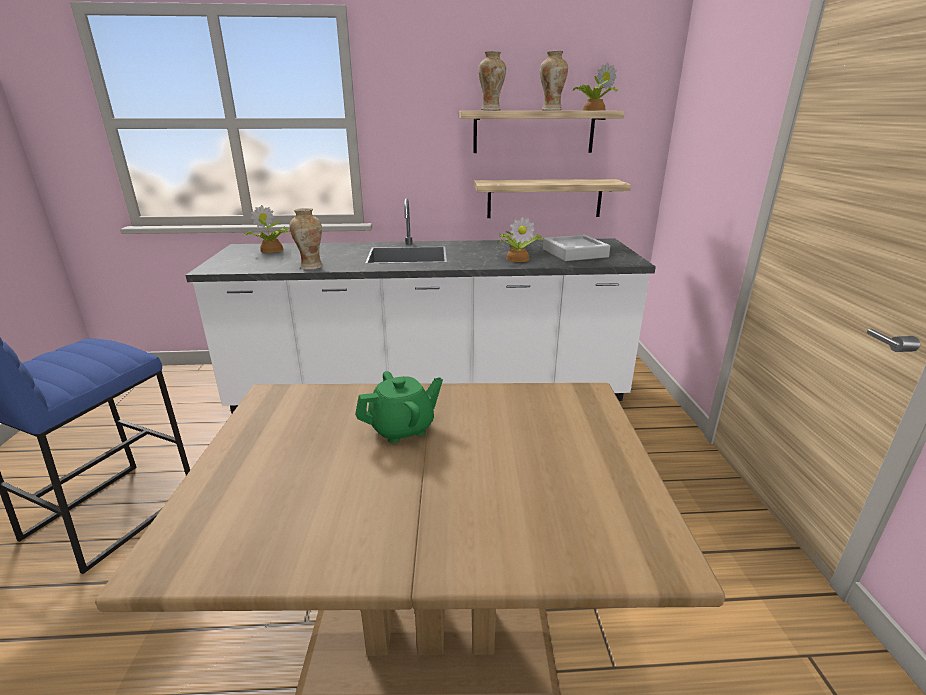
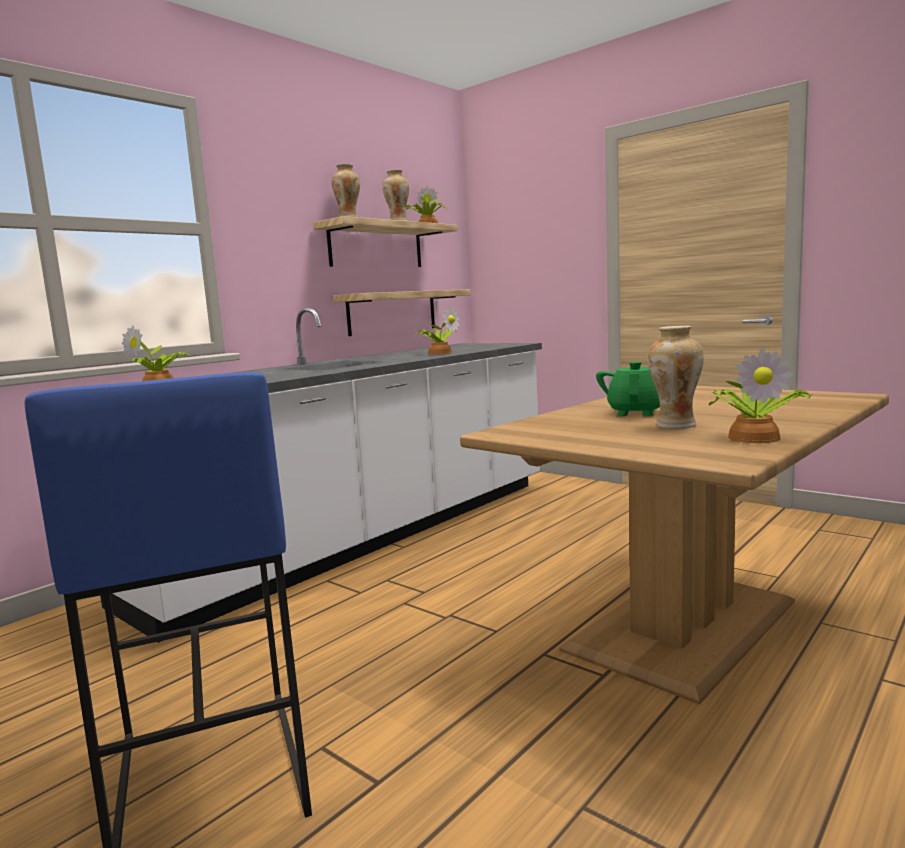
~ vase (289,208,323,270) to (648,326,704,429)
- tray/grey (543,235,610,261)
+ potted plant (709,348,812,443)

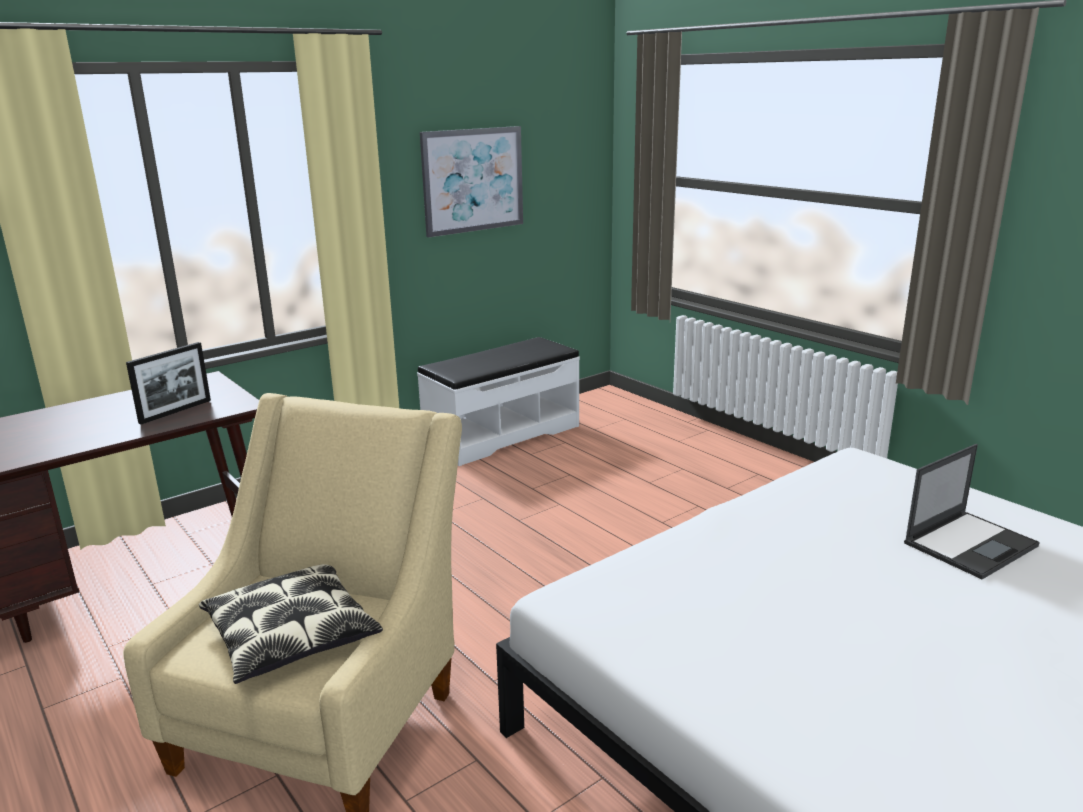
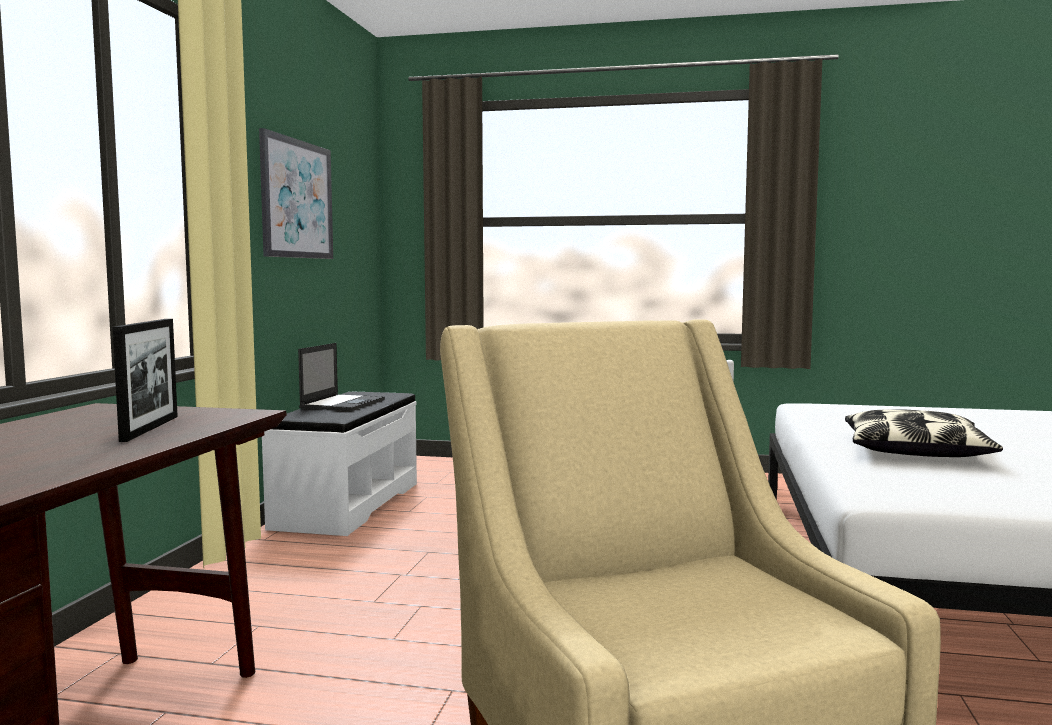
~ pillow (199,564,383,684) to (845,409,1003,457)
~ laptop (904,444,1040,579) to (298,343,385,411)

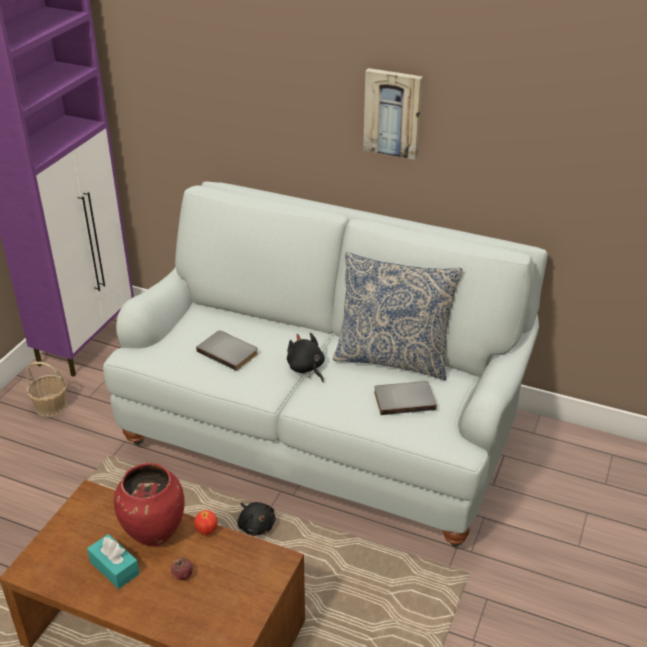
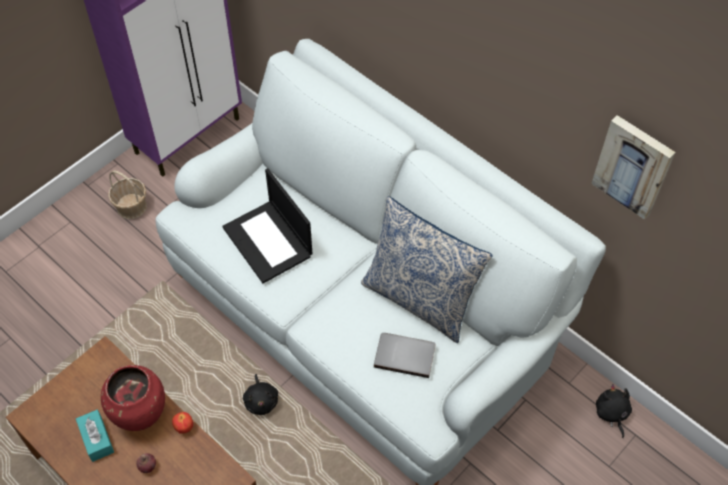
~ book/grey (196,331,258,371) to laptop (222,168,313,283)
~ plush toy/black (287,333,325,382) to (596,384,632,438)
~ picture (363,68,423,160) to (591,115,675,220)

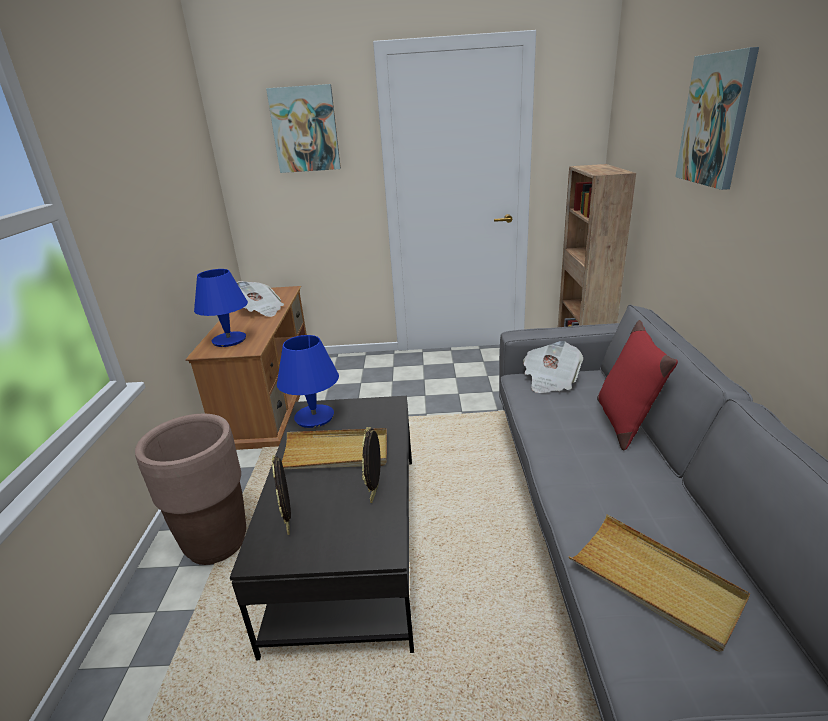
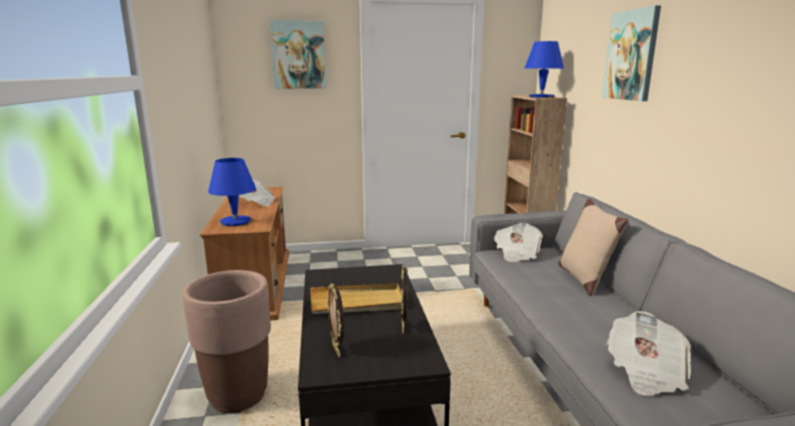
~ table lamp/blue (277,335,339,428) to (525,41,564,98)
~ tray/beige (569,514,750,652) to newspaper (606,311,691,396)
~ pillow/red (597,320,678,451) to pillow/beige (559,198,629,296)

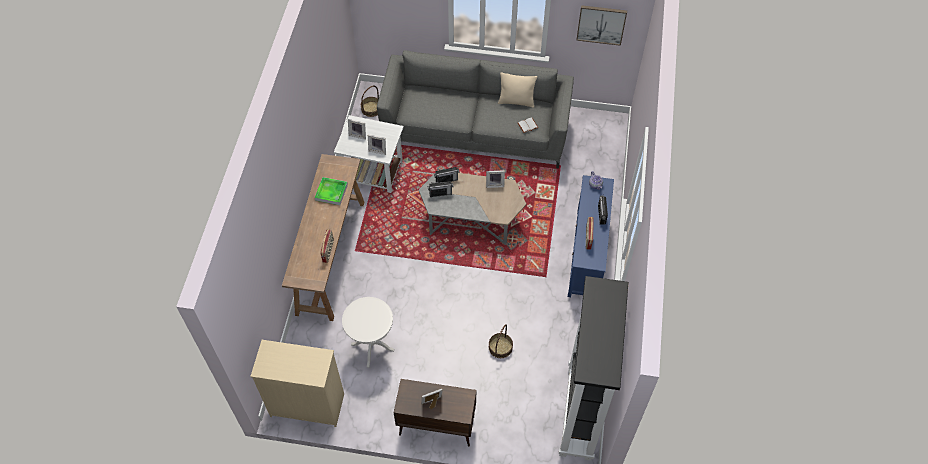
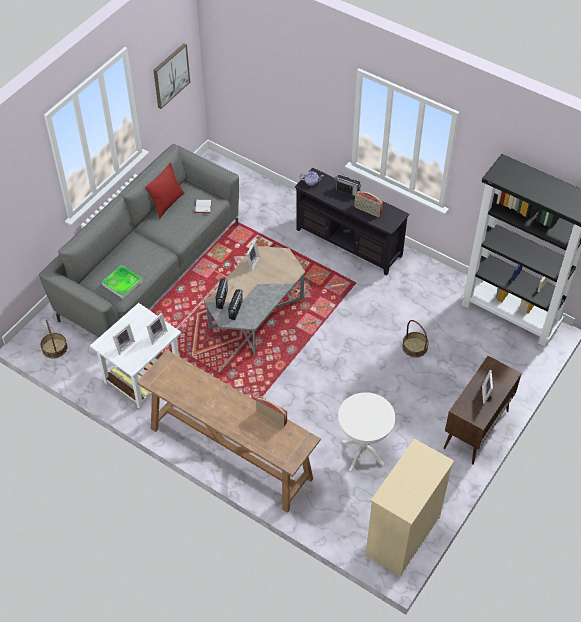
~ tray (315,177,348,205) to (102,265,143,299)
~ pillow/beige (498,72,537,108) to pillow/red (145,162,185,219)
~ tv stand/blue (568,175,614,297) to tv stand/black (295,168,410,276)

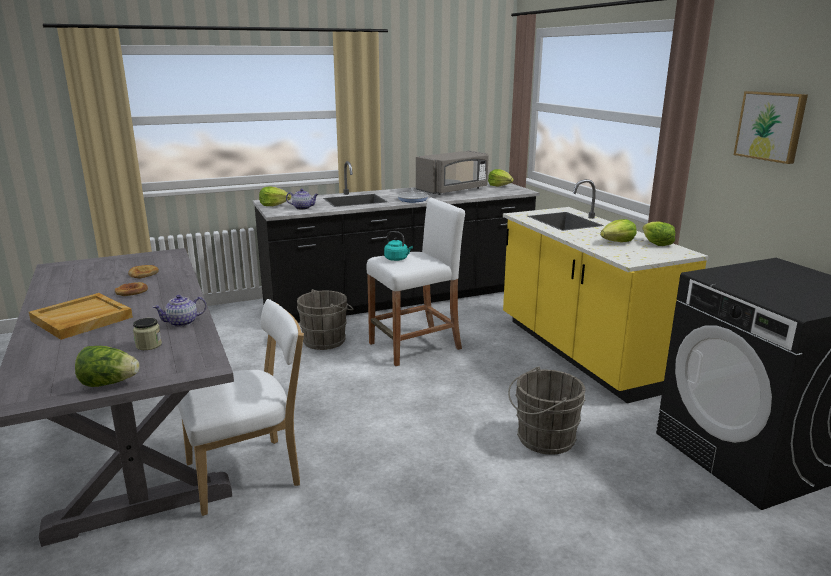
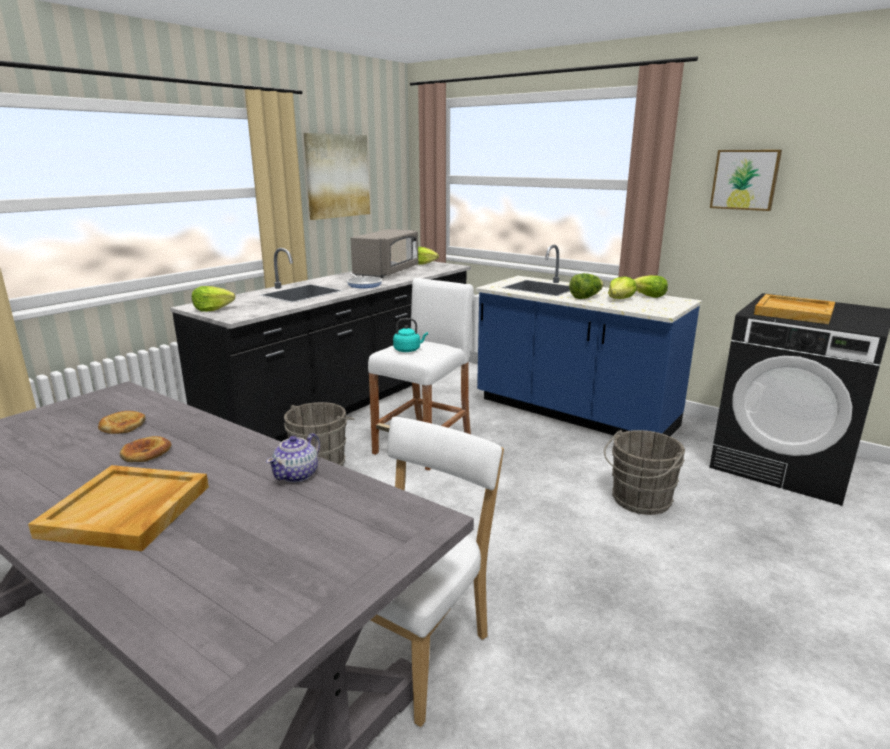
~ lettuce (75,346,140,387) to (569,273,603,299)
- jar (133,318,162,350)
- teapot (286,189,319,210)
~ counter/yellow (503,179,709,403) to counter/blue (475,245,702,437)
+ picture (304,133,370,220)
+ tray/beige (754,294,835,324)

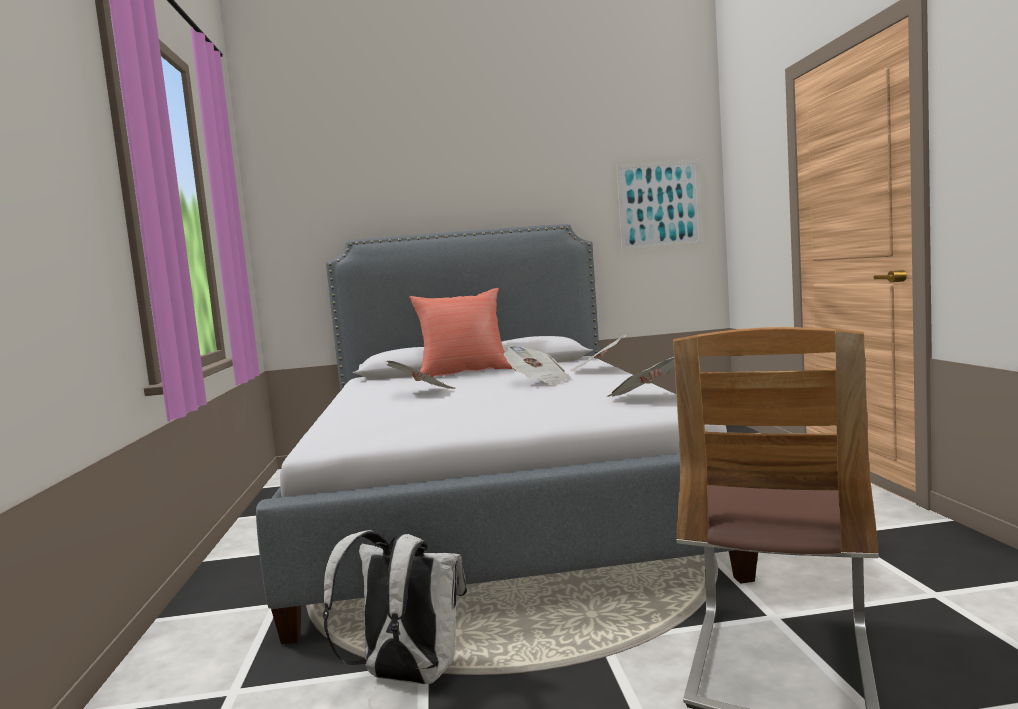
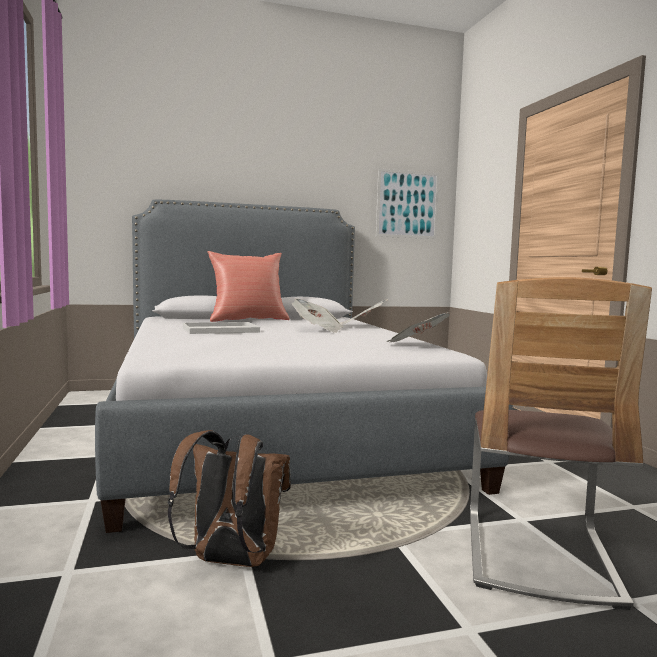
~ backpack/white (323,530,467,685) to backpack/brown (168,430,291,567)
~ newspaper (385,361,456,389) to tray/white (183,322,260,334)

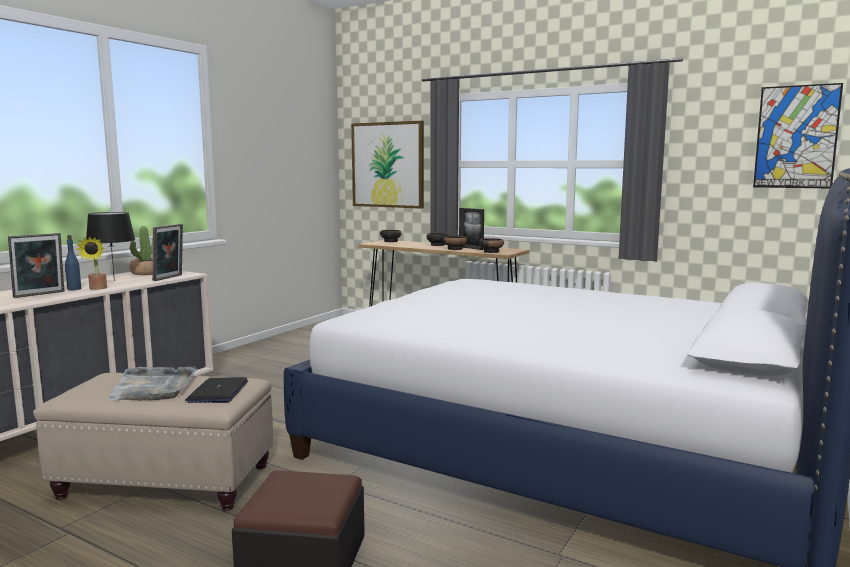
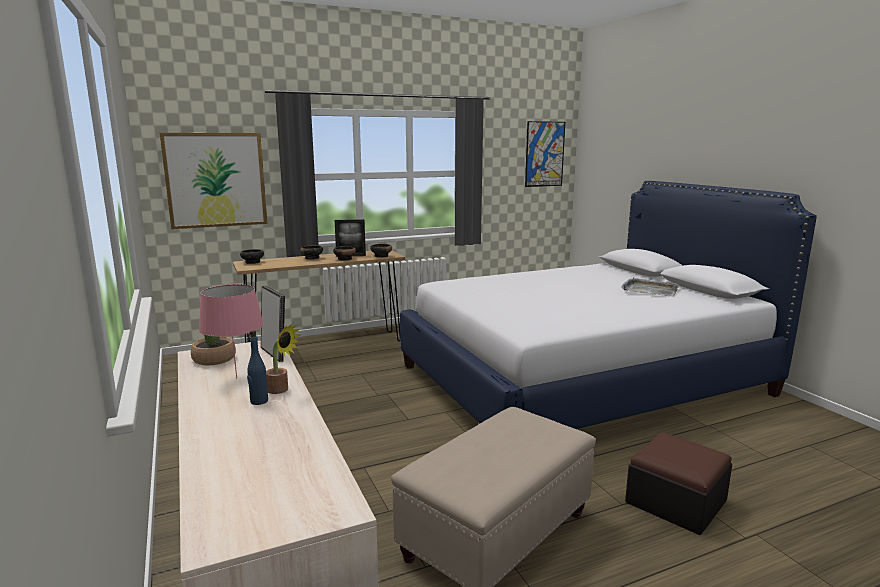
- picture frame (8,233,64,298)
~ table lamp/black (86,212,135,281) to table lamp/pink (199,284,264,378)
~ tray/grey (108,366,197,401) to (621,277,679,297)
- laptop (185,377,248,403)

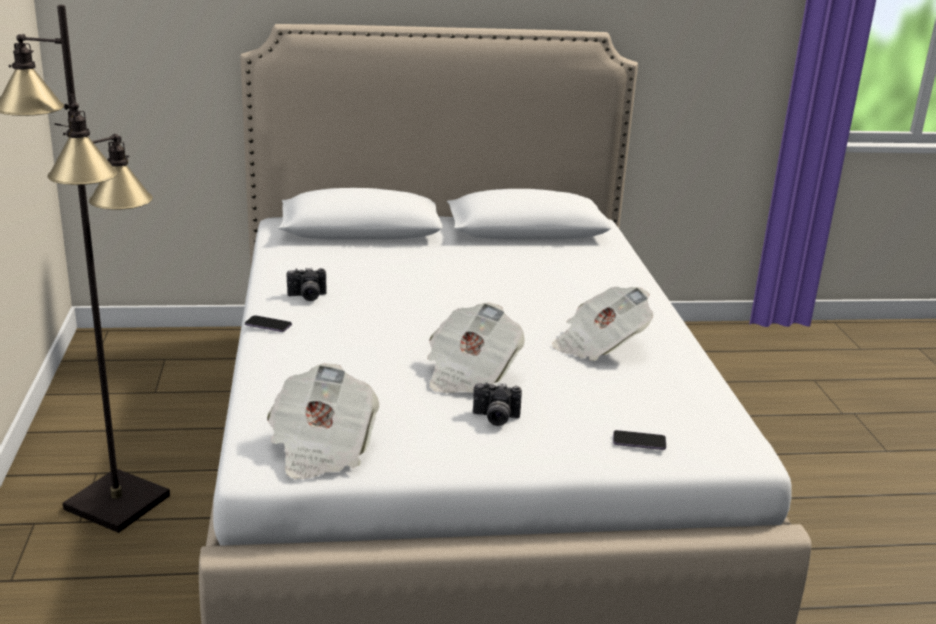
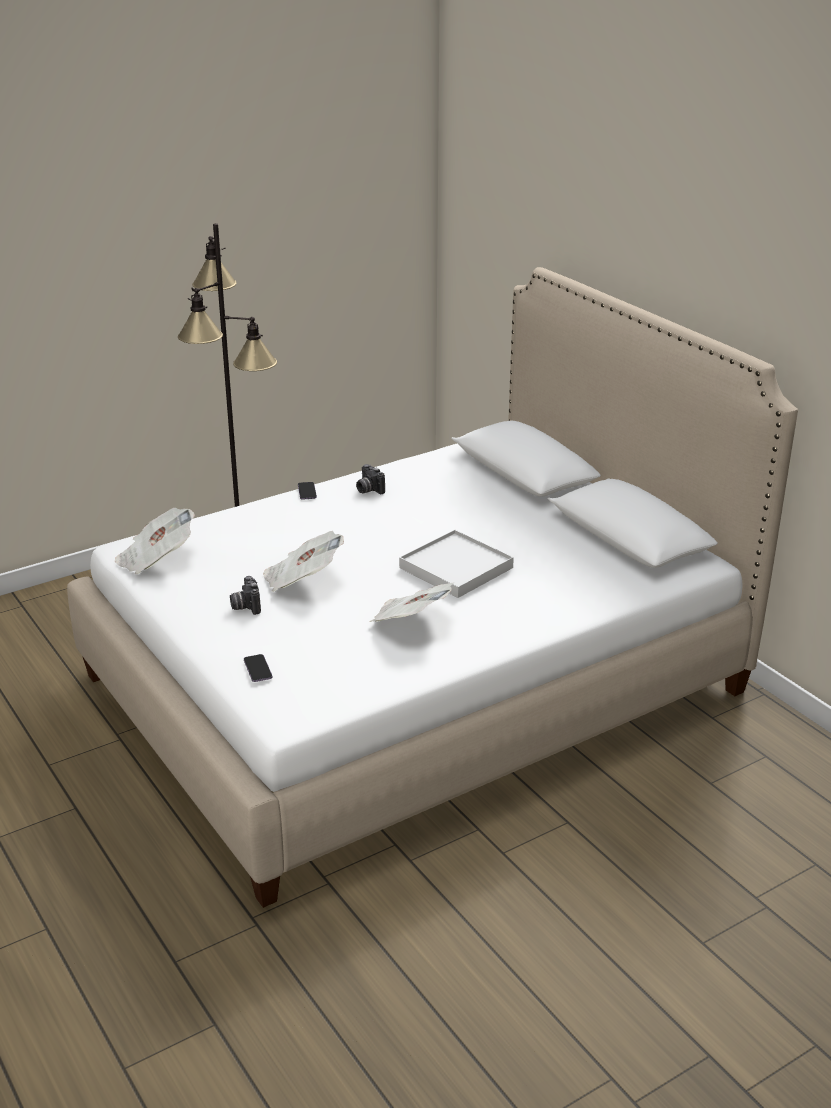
+ tray/white (399,530,514,598)

